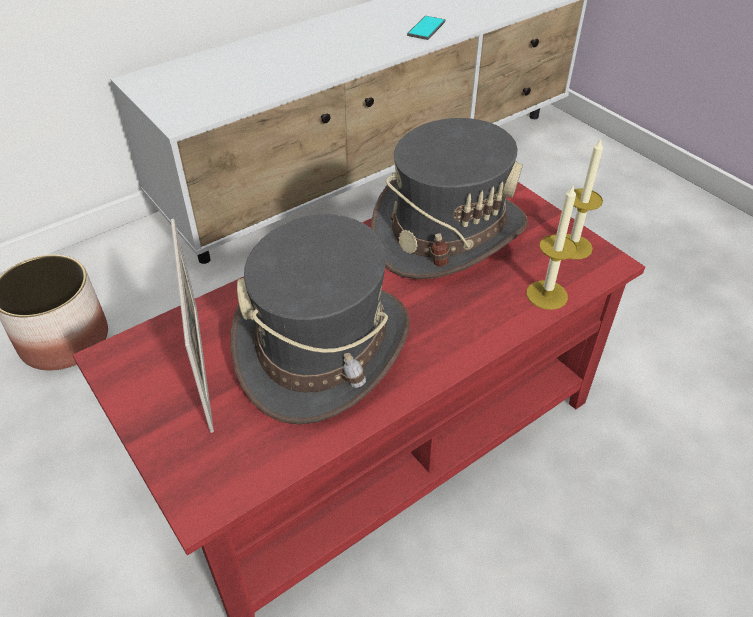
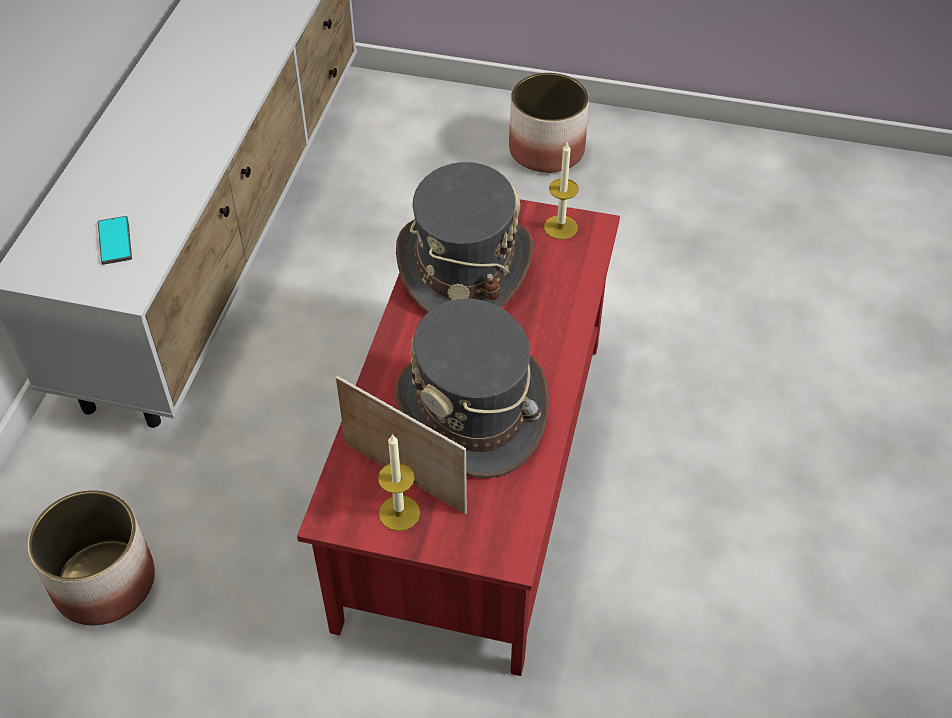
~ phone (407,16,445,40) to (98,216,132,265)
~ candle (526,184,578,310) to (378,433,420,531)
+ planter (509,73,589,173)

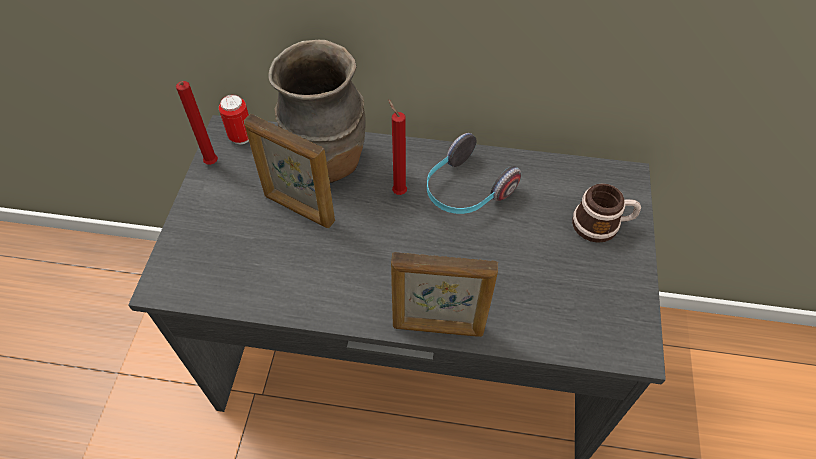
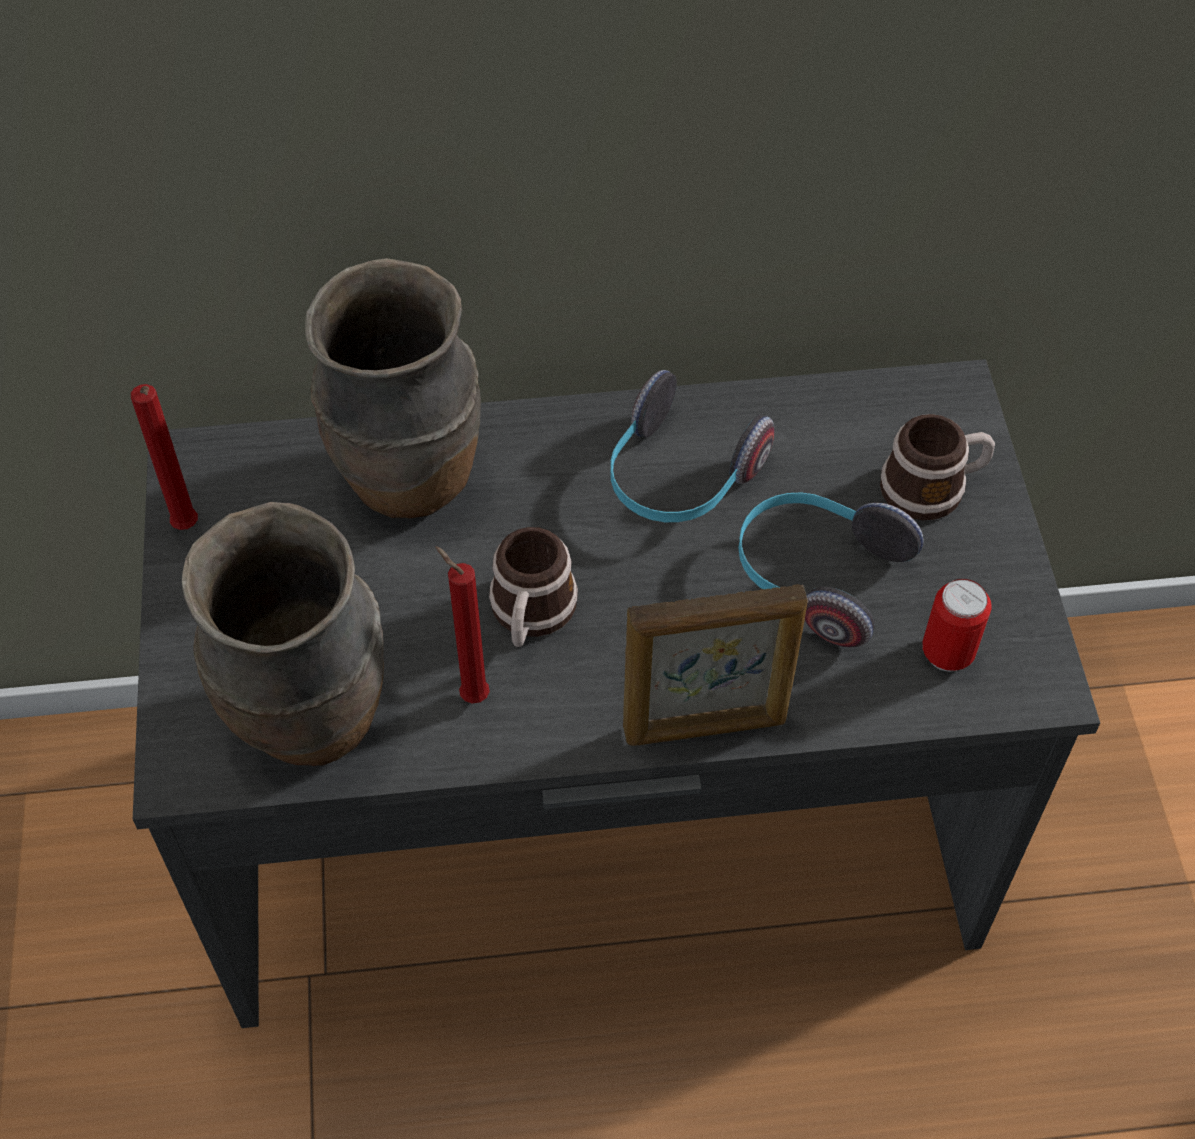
~ can (219,95,249,144) to (923,579,992,672)
- picture frame (244,114,335,228)
~ candle/red (388,99,407,195) to (435,546,490,703)
+ vase/brown (182,502,384,766)
+ mug (489,527,578,647)
+ headphones (739,492,924,647)

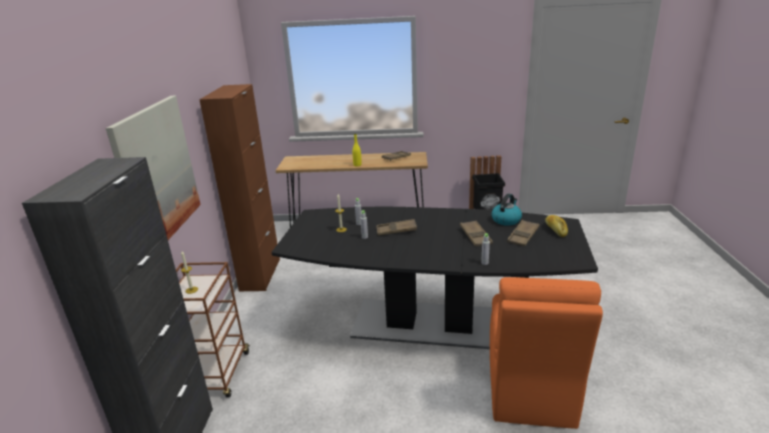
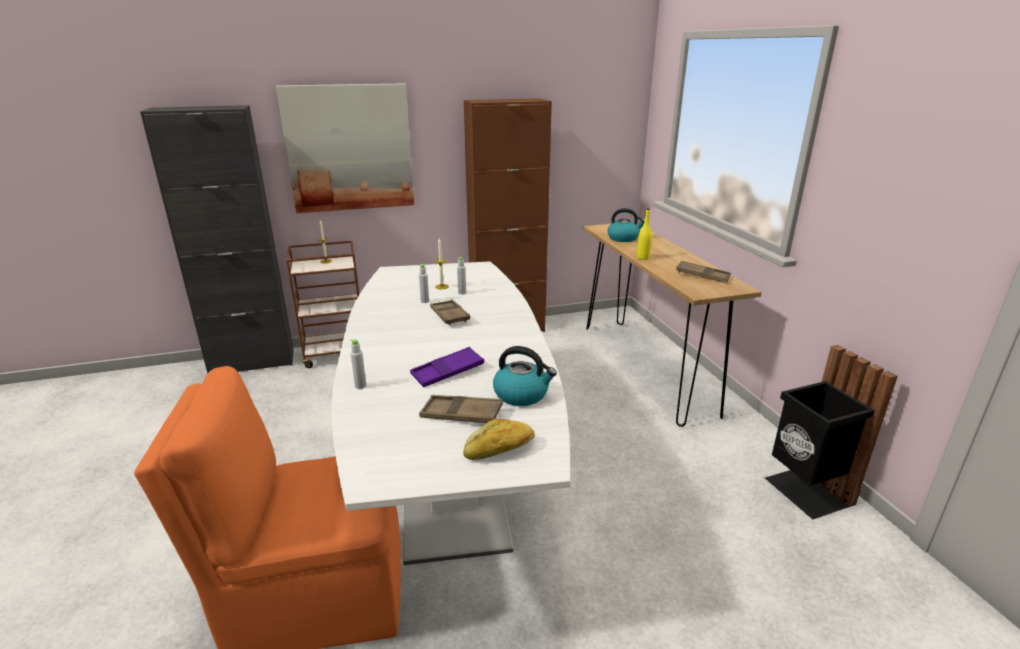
~ dining table/black (271,207,598,349) to dining table/white (332,261,570,565)
~ tray/brown (460,221,493,247) to tray/purple (410,347,484,387)
+ kettle (607,208,645,242)

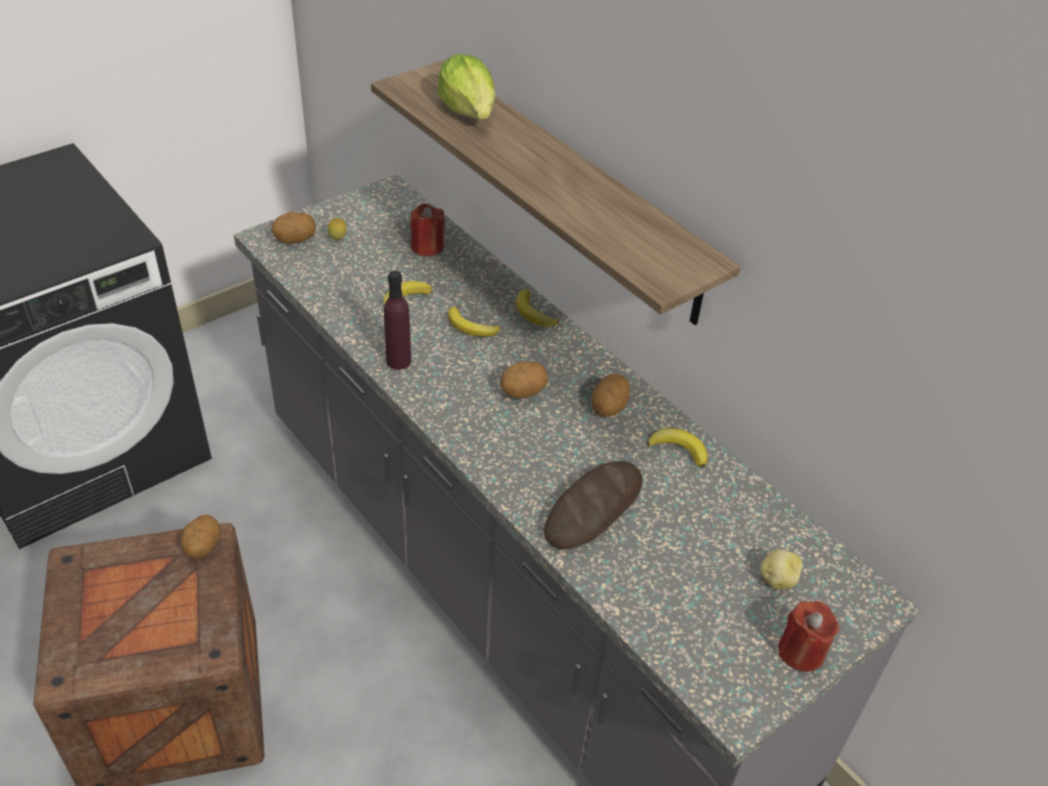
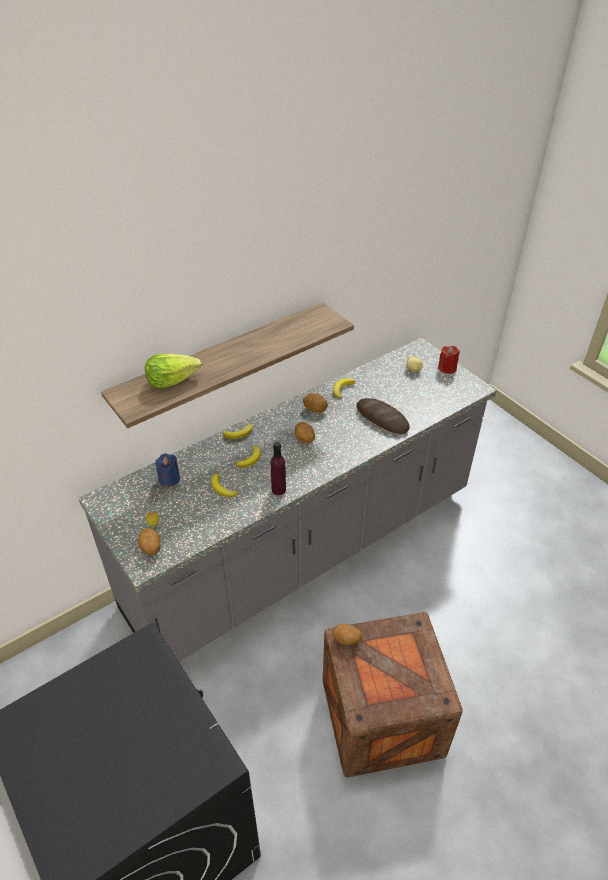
~ candle/red (410,204,445,256) to candle/blue (155,454,180,487)

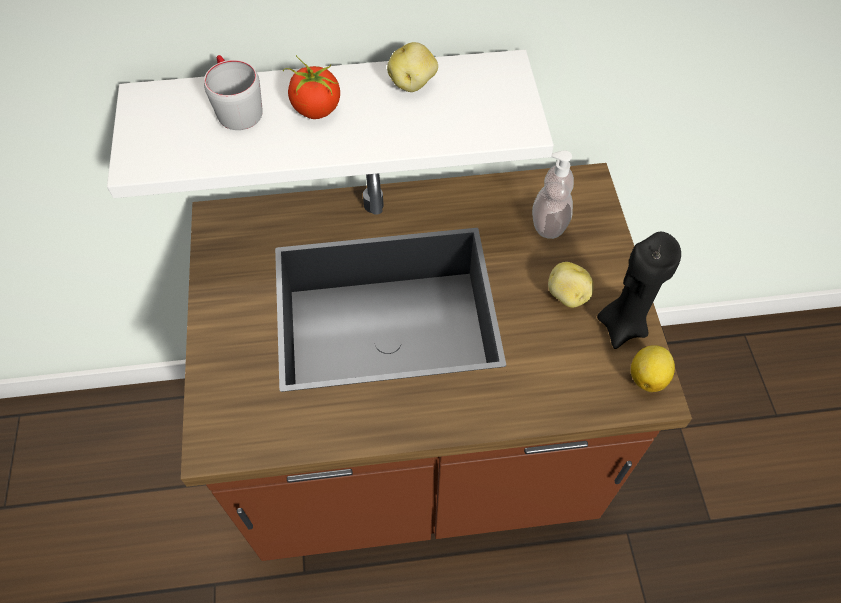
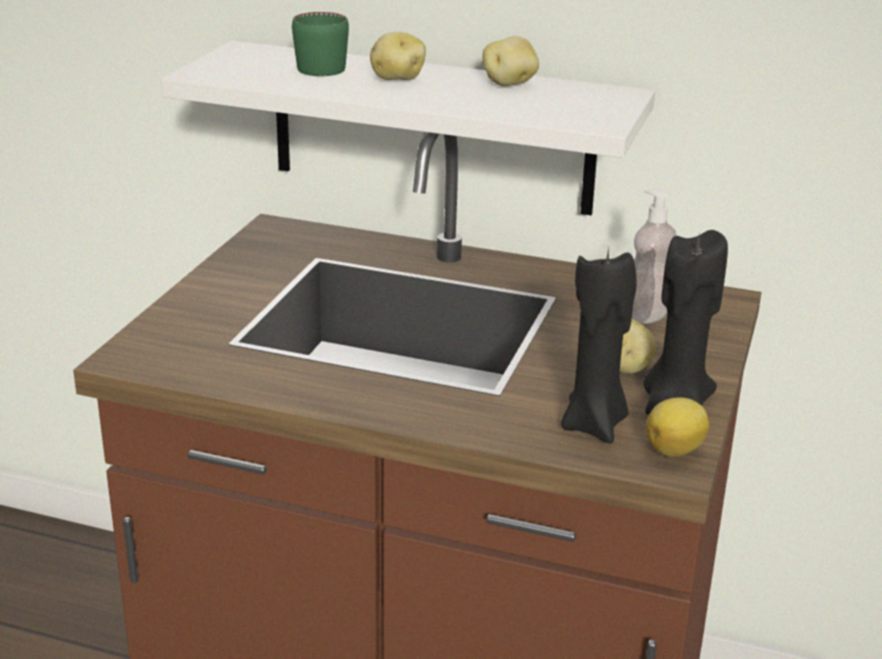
~ mug/grey (204,55,263,130) to mug/green (292,12,349,76)
~ tomato (283,55,340,119) to potato (370,32,426,80)
+ candle/black (561,247,637,444)

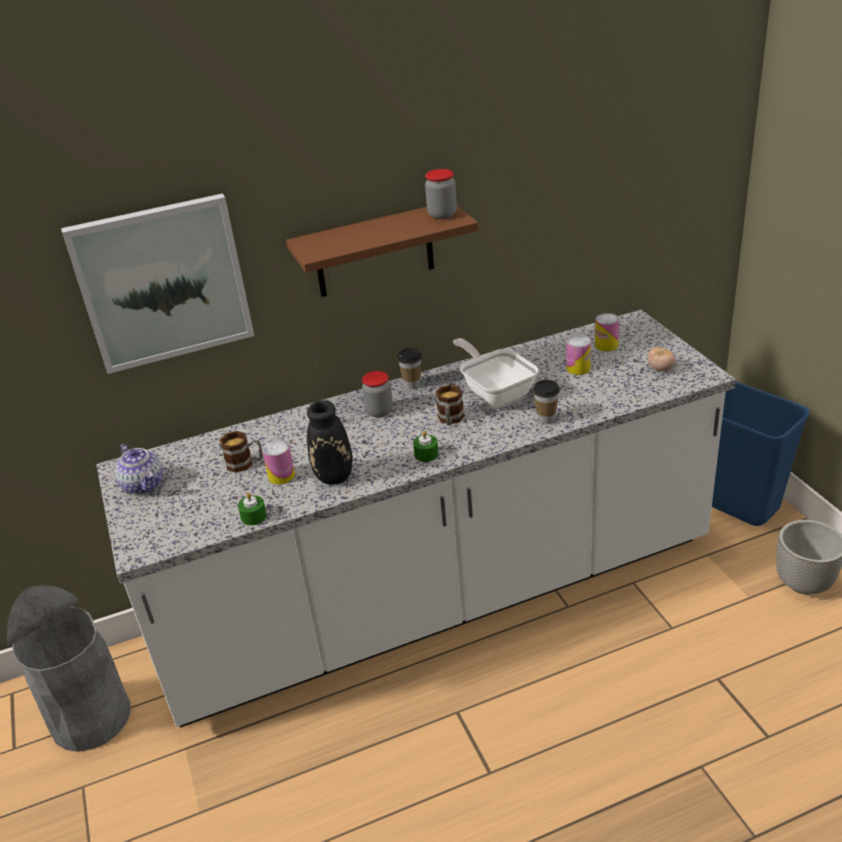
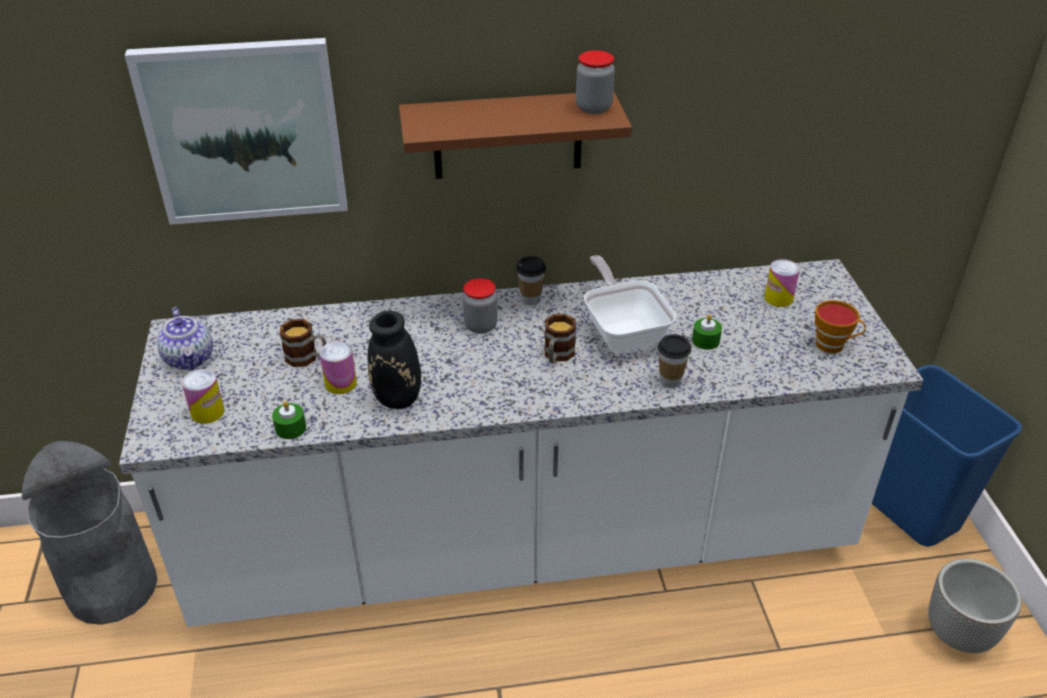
~ candle/green (413,431,439,462) to (692,314,722,350)
~ can (566,335,591,375) to (182,369,225,424)
~ tomato (648,347,675,371) to cup (815,300,866,353)

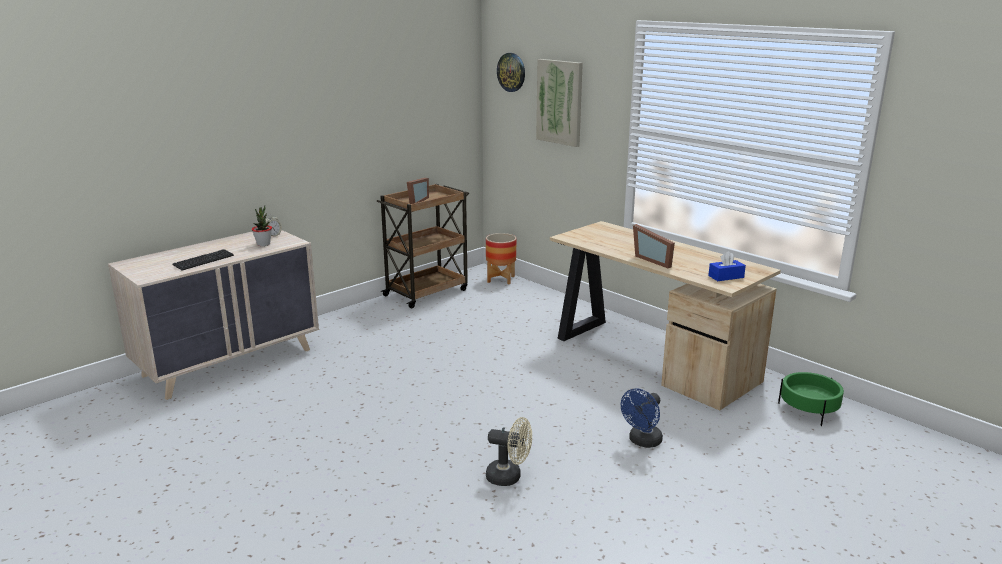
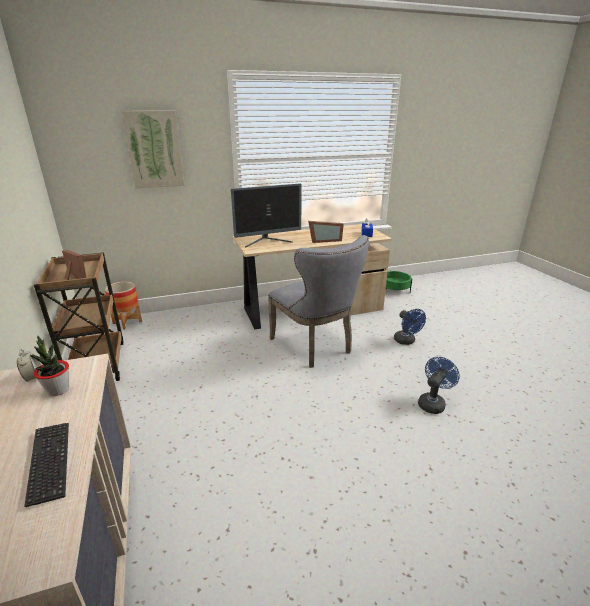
~ fan/beige (486,417,532,486) to fan/blue (418,357,460,414)
- wall clock (497,53,525,92)
+ monitor (231,184,302,248)
+ chair/grey (268,235,369,368)

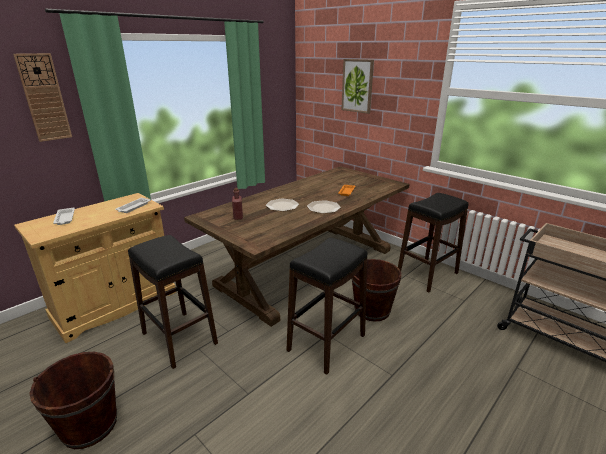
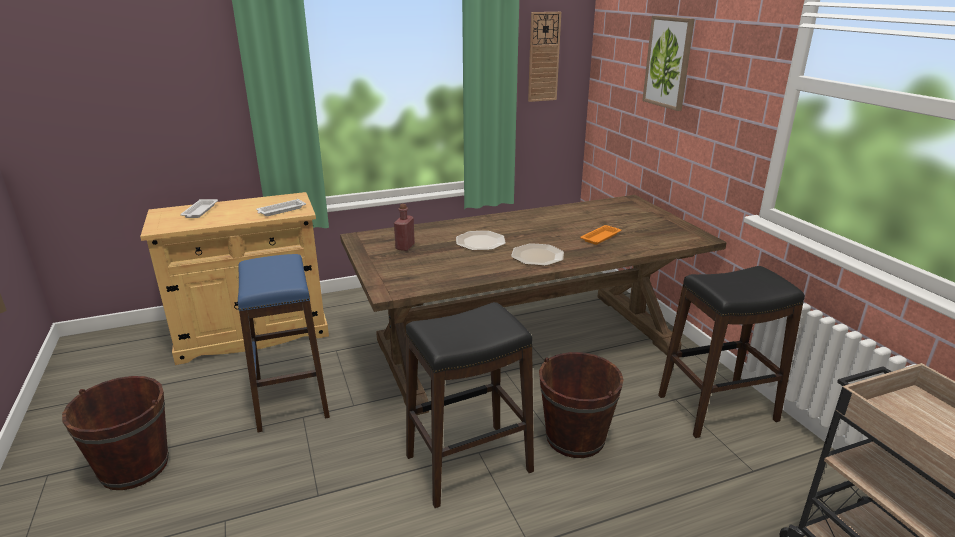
~ wall clock (13,53,72,142) to (528,12,561,102)
~ stool/black (128,235,218,369) to stool/blue (238,254,330,432)

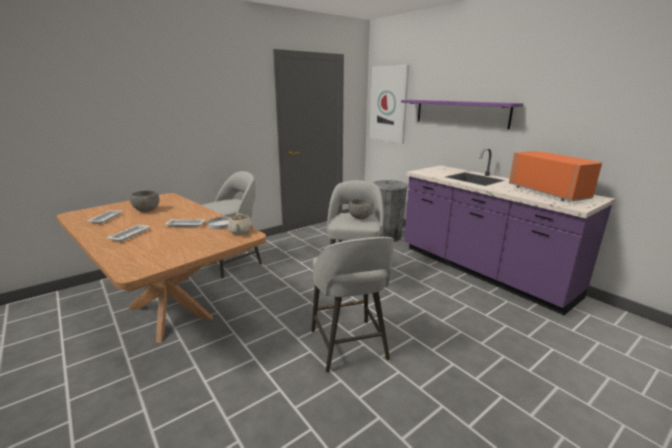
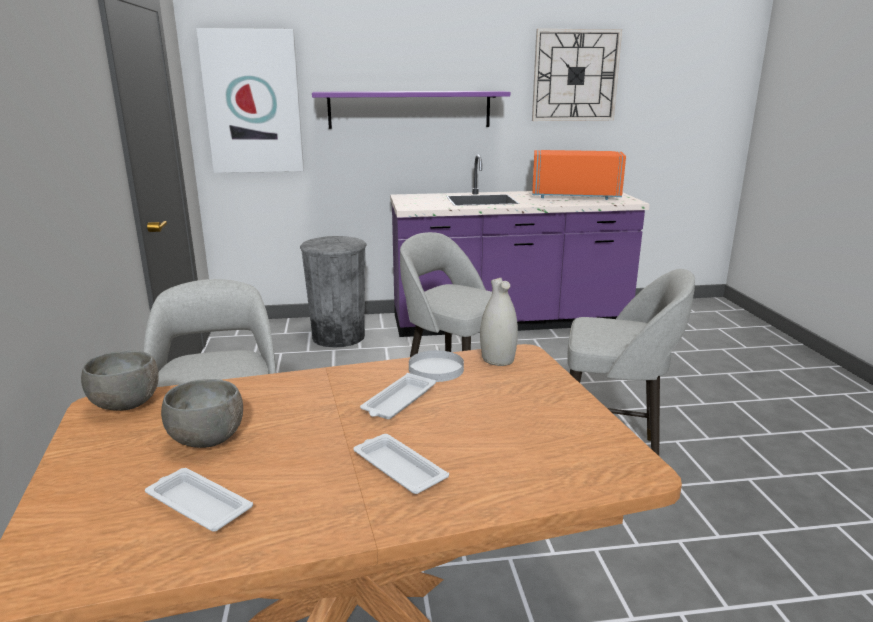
~ teapot/beige (228,213,253,235) to vase/white (480,278,518,366)
~ bowl/grey (348,199,373,219) to (81,350,159,411)
+ wall clock (532,29,622,121)

